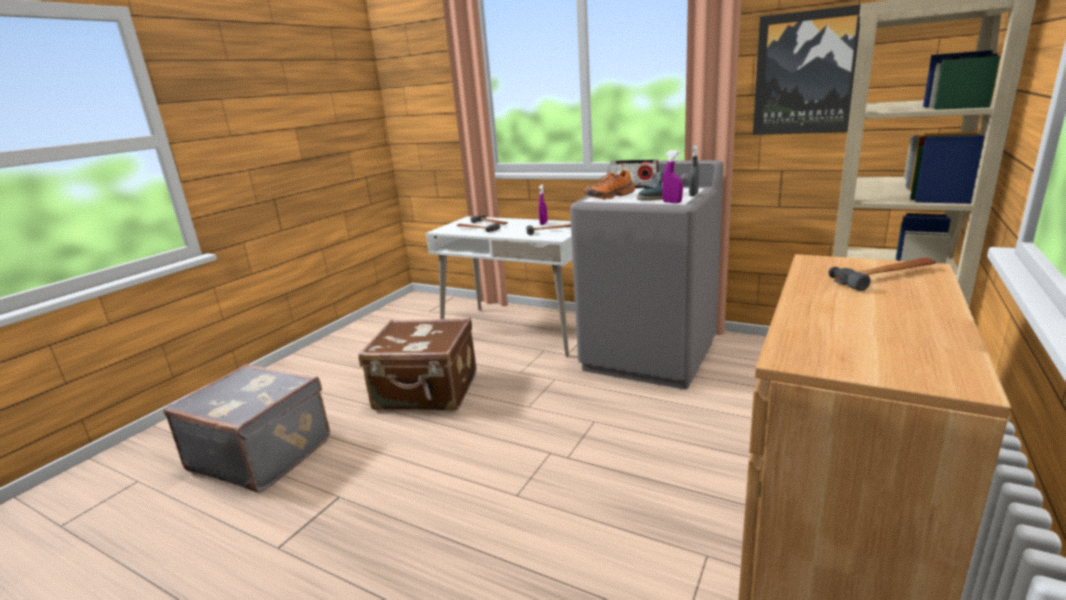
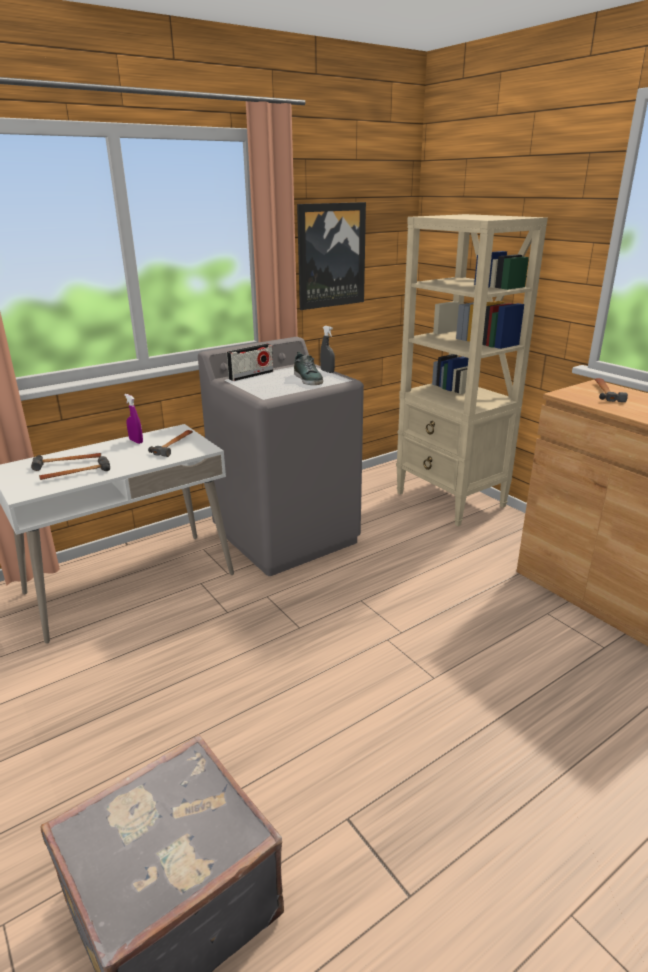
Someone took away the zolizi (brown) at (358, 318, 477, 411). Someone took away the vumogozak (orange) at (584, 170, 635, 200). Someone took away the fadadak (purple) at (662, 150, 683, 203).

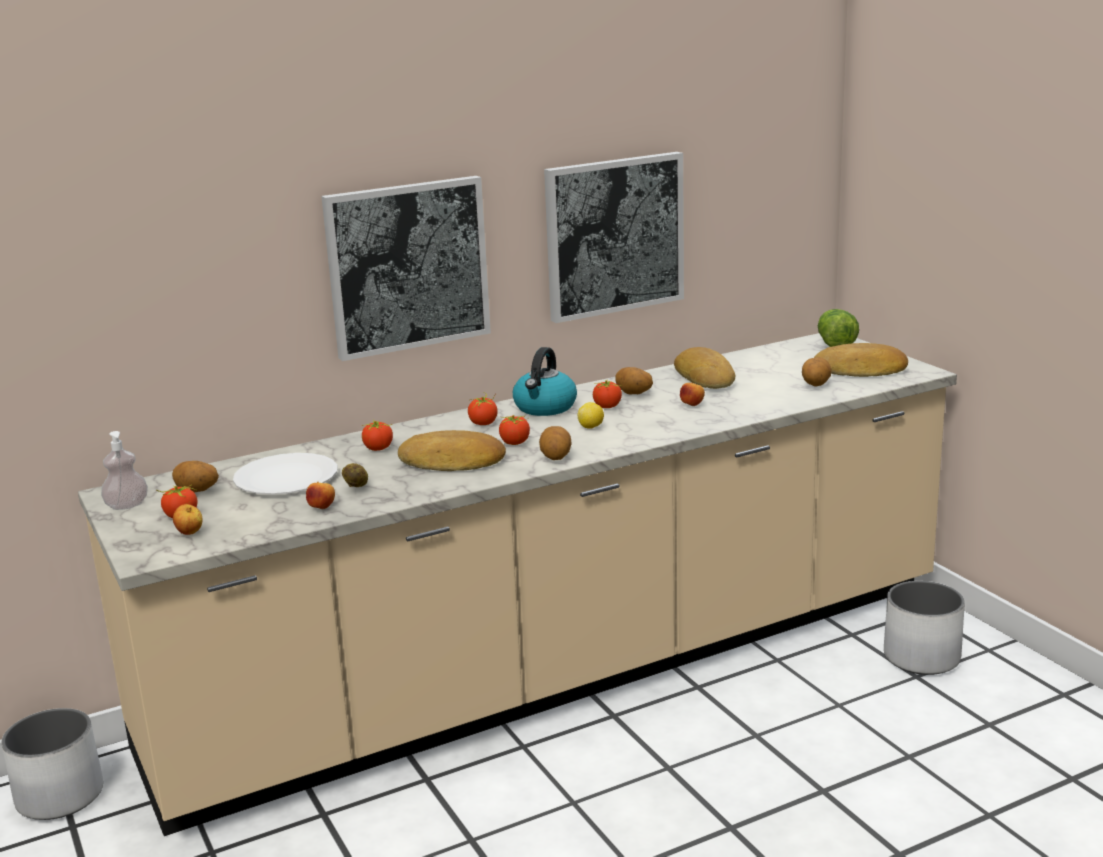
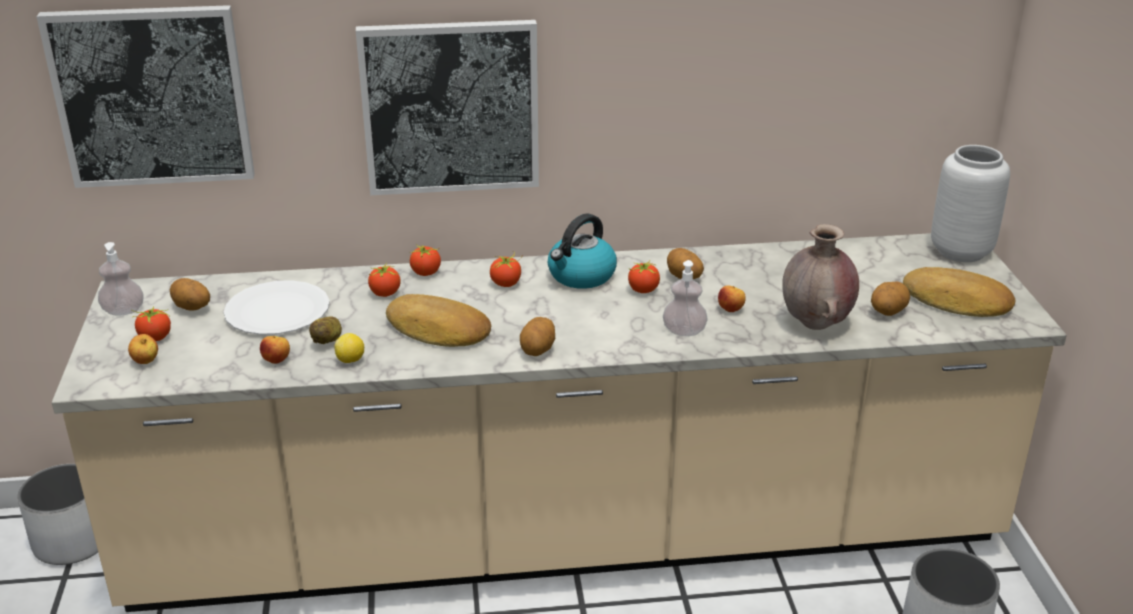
Someone took away the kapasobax at (674, 347, 735, 389). Someone put down the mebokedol at (663, 260, 708, 336). Someone put down the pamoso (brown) at (782, 224, 859, 330). Someone carried the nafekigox from (499, 415, 530, 445) to (409, 244, 441, 276). Someone carried the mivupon from (544, 152, 684, 323) to (36, 5, 255, 188). Someone carried the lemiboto from (578, 402, 604, 429) to (334, 333, 364, 363). Someone swapped the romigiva at (818, 309, 859, 347) for the pamoso (grey) at (931, 145, 1010, 262).

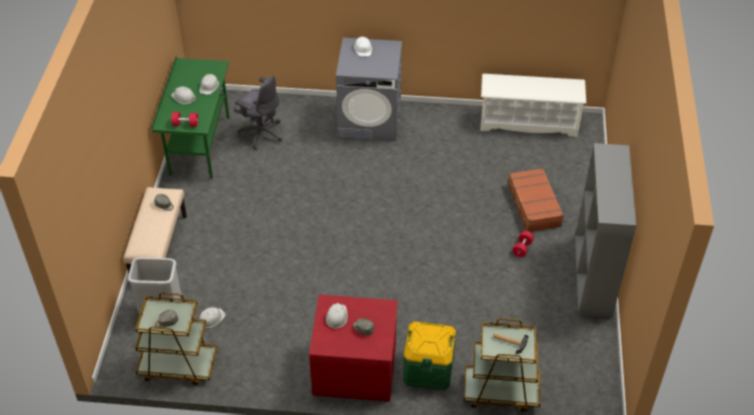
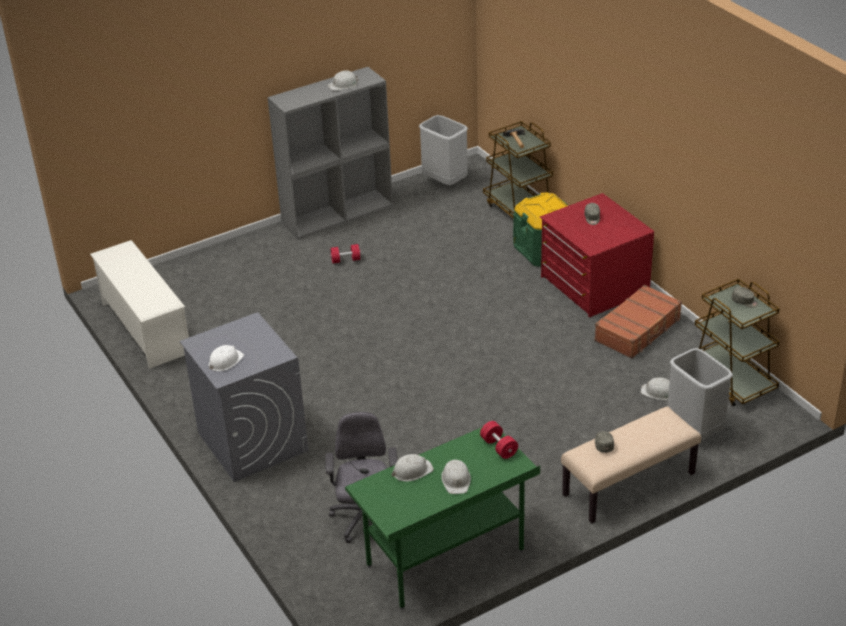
Someone put down the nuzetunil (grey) at (419, 115, 468, 185). Someone carried the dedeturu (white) from (326, 303, 348, 330) to (328, 70, 358, 91). Someone carried the zolizi (brown) from (507, 168, 564, 232) to (594, 285, 682, 359).

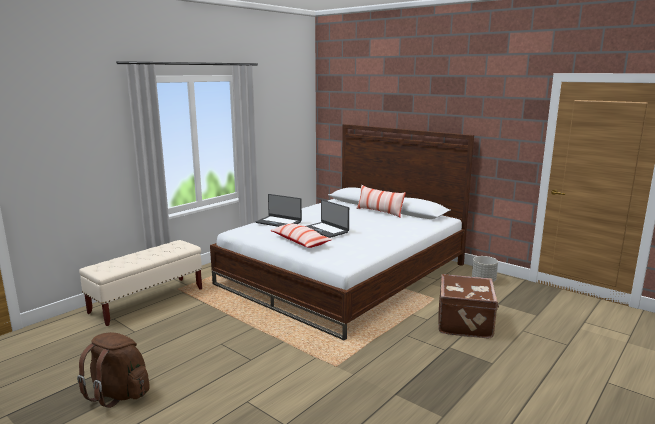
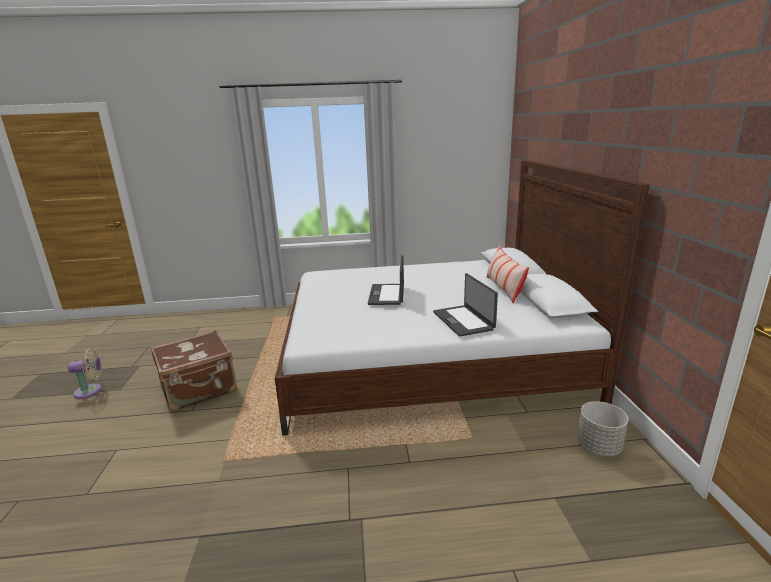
Someone took away the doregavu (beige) at (79, 240, 202, 326). Someone took away the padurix at (271, 223, 332, 248). Someone carried the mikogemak from (256, 194, 302, 227) to (433, 273, 498, 337). Someone carried the zolizi (brown) from (438, 274, 499, 339) to (151, 330, 237, 412). Someone swapped the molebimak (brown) at (77, 332, 150, 408) for the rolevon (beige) at (68, 348, 103, 399).

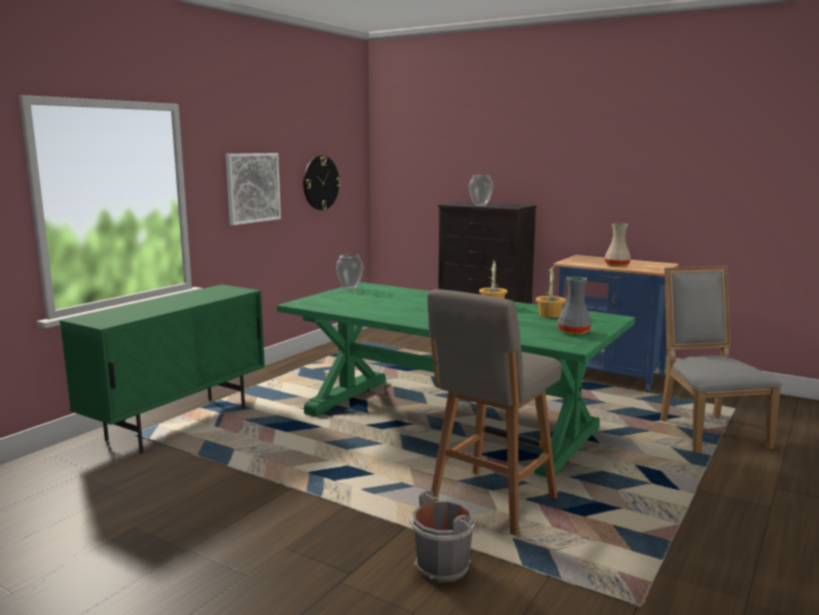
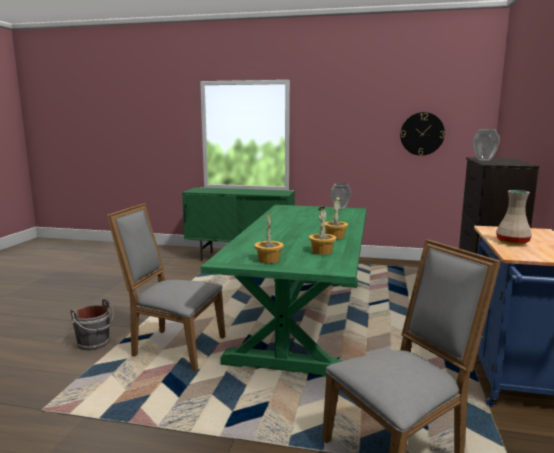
Someone took away the mivupon at (226, 153, 281, 225). Someone swapped the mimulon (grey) at (427, 289, 562, 536) for the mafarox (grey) at (107, 203, 225, 371). Someone swapped the pamoso (grey) at (557, 277, 592, 335) for the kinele at (254, 212, 284, 264).

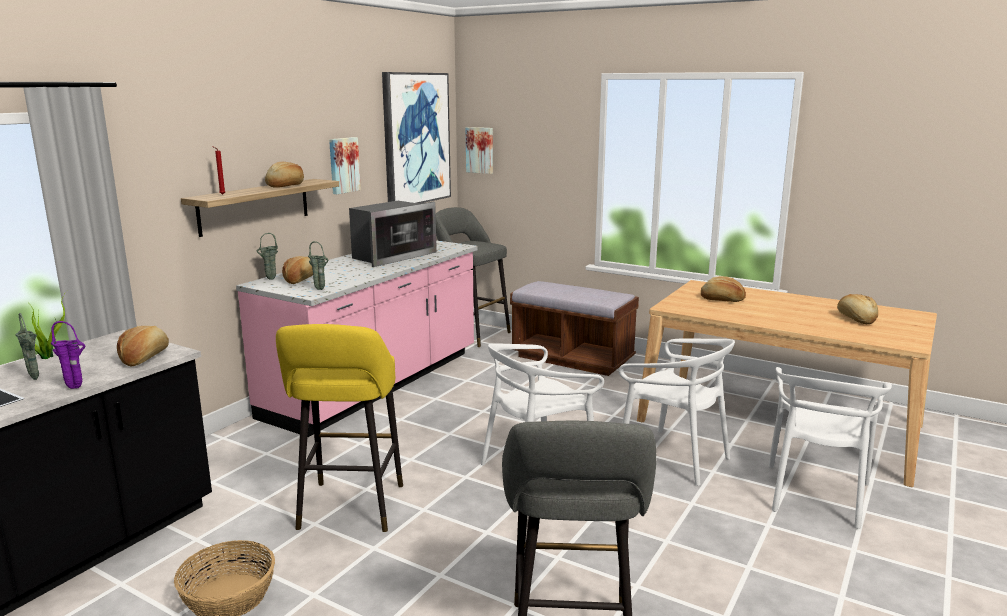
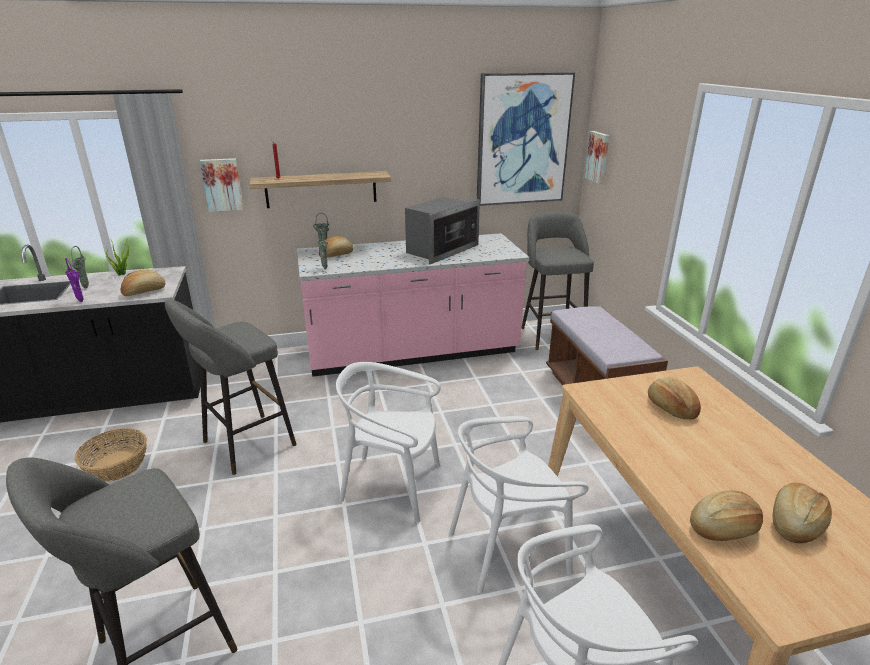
Someone carried the kapasobax from (265, 162, 304, 188) to (690, 490, 763, 541). Someone carried the mivupon from (329, 137, 361, 194) to (200, 158, 244, 212). Someone repainted the mimulon (yellow) at (276, 324, 403, 532), which became the mimulon (grey) at (165, 299, 296, 475). Someone rotated the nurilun at (349, 201, 437, 267) by 45 degrees counterclockwise. Someone rotated the mafarox (white) at (619, 339, 735, 486) by 75 degrees clockwise.

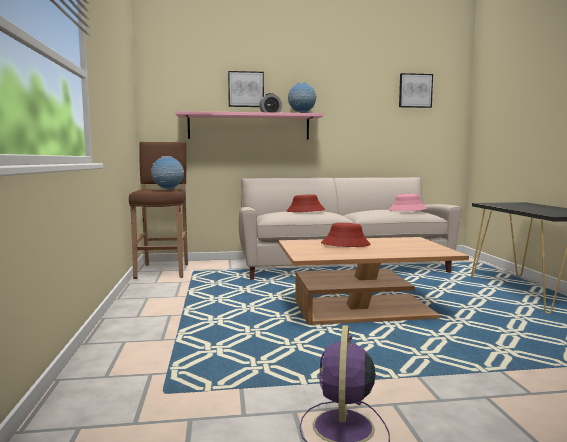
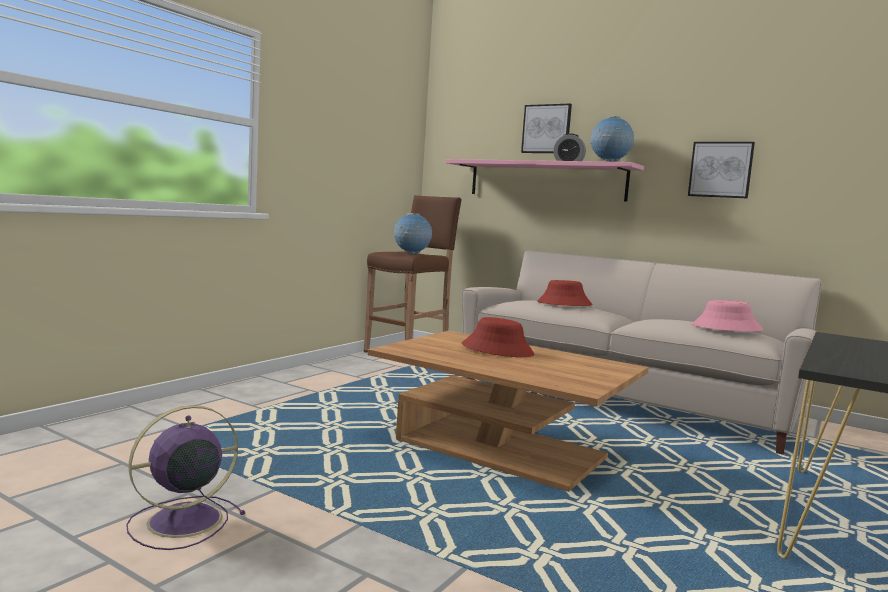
Someone carried the mivupon from (399, 73, 433, 108) to (688, 142, 755, 199).

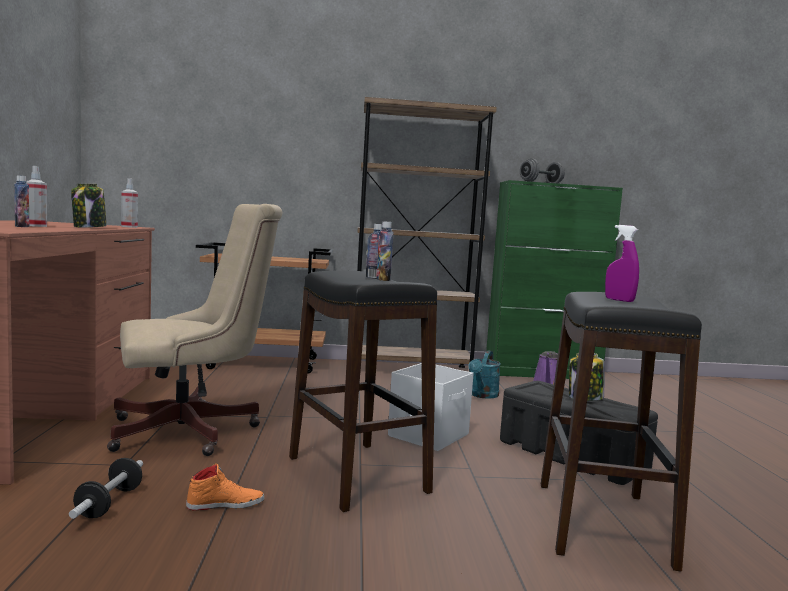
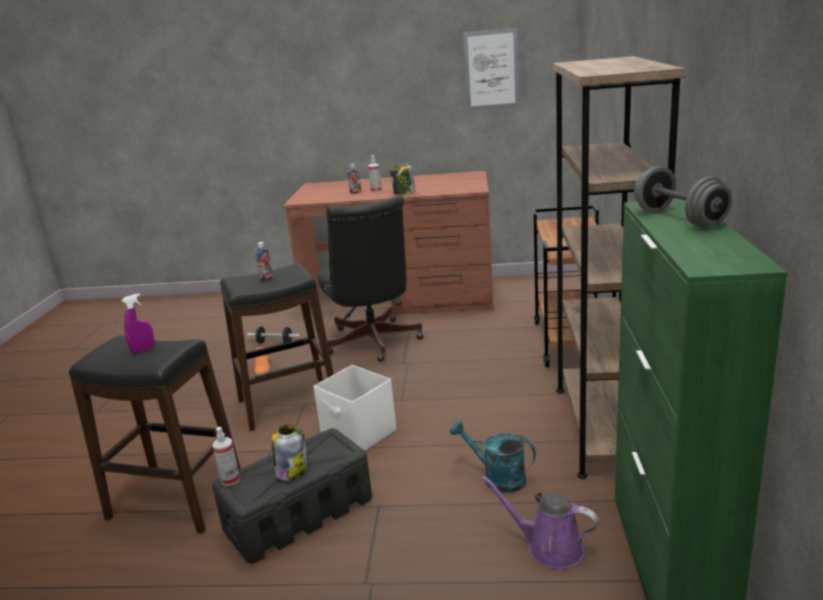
Someone took away the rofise at (376, 221, 394, 281). Someone put up the mivupon at (463, 28, 520, 111). Someone carried the fadadak from (121, 178, 138, 228) to (213, 427, 240, 486). Someone repainted the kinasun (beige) at (107, 204, 283, 456), which became the kinasun (black) at (317, 195, 424, 362).

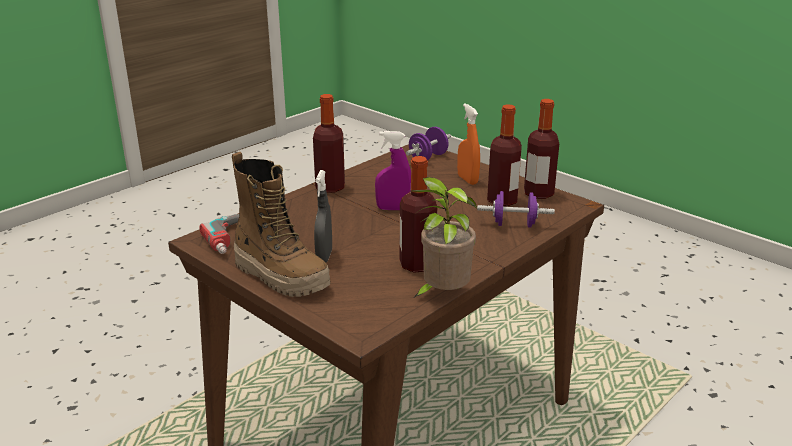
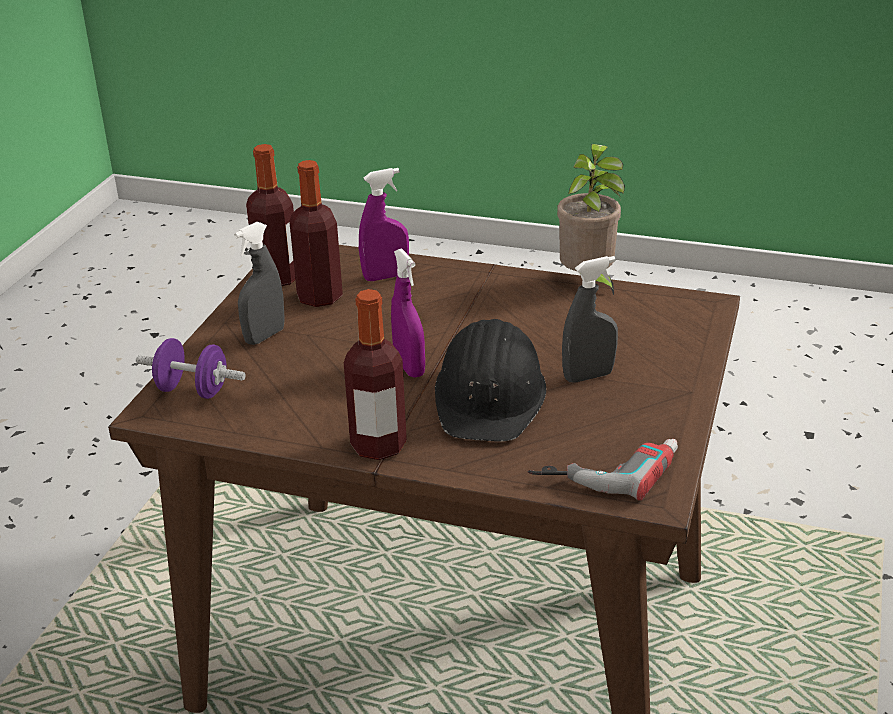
Someone took away the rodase at (232, 152, 331, 297). Someone took away the rofise at (399, 156, 438, 273). Someone put down the dedeturu (black) at (435, 319, 546, 442). Someone swapped the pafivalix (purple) at (477, 191, 555, 228) for the fadadak (purple) at (359, 168, 409, 281). Someone repainted the fadadak (orange) at (457, 104, 480, 185), which became the fadadak (grey) at (234, 222, 285, 345).

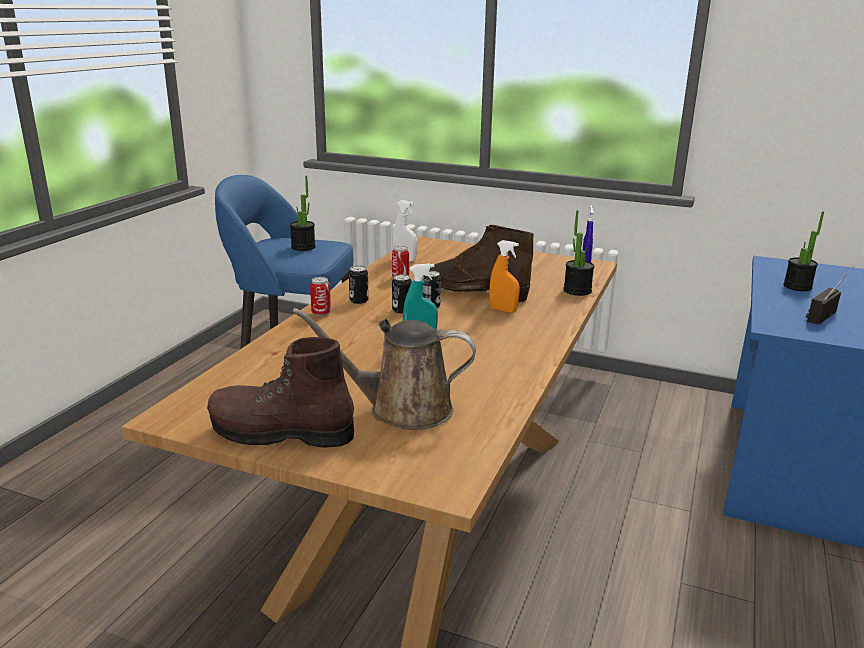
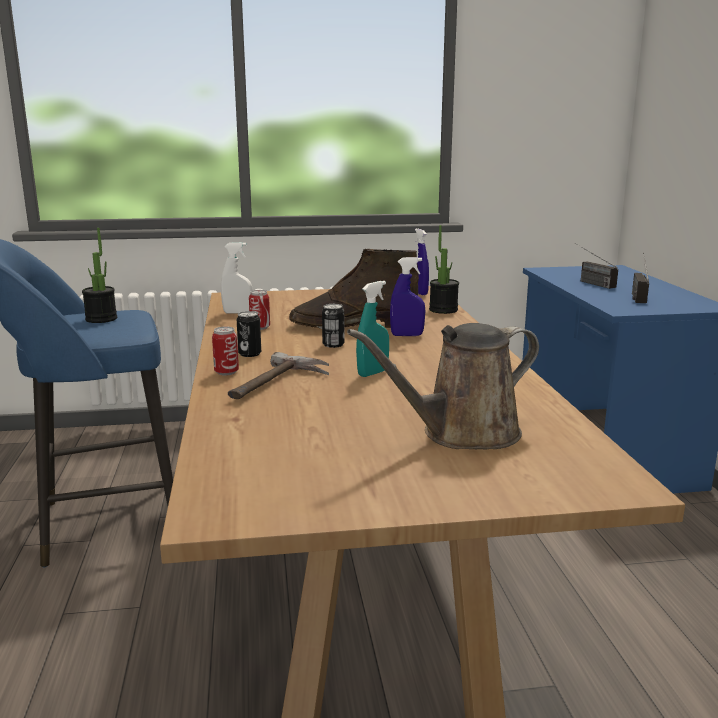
Someone took away the rodase (brown) at (207, 337, 354, 448). Someone took away the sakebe at (392, 274, 412, 314). Someone put down the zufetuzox at (228, 352, 329, 399). Someone swapped the kinele at (783, 211, 824, 291) for the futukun at (575, 243, 618, 289). Someone repainted the fadadak (orange) at (489, 240, 520, 313), which became the fadadak (blue) at (390, 257, 425, 336).

